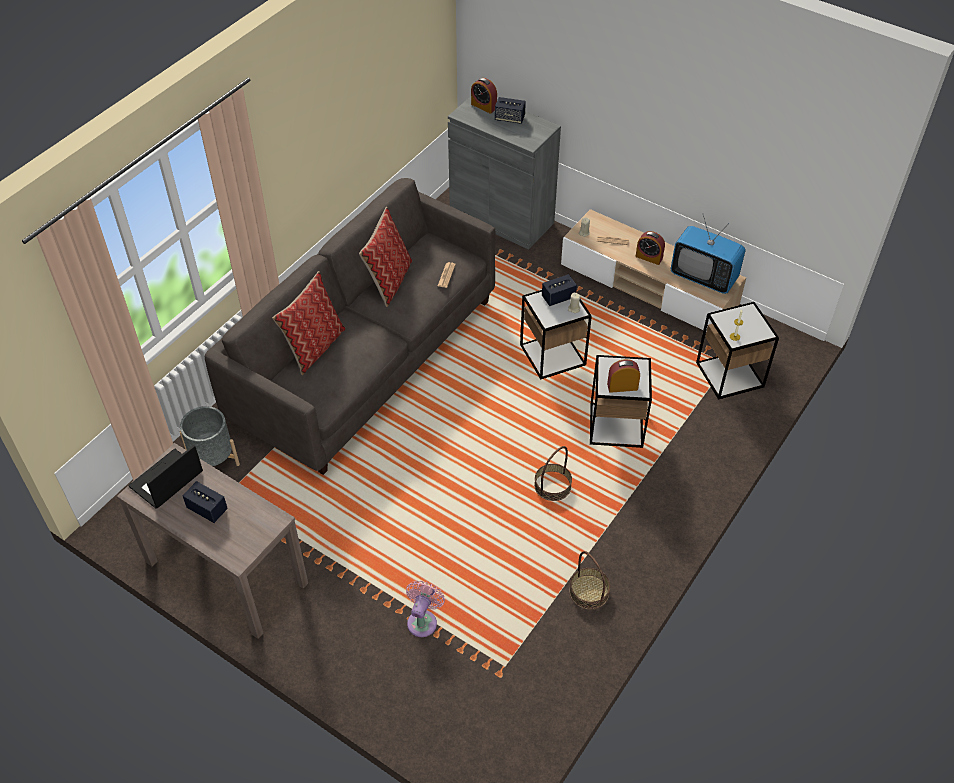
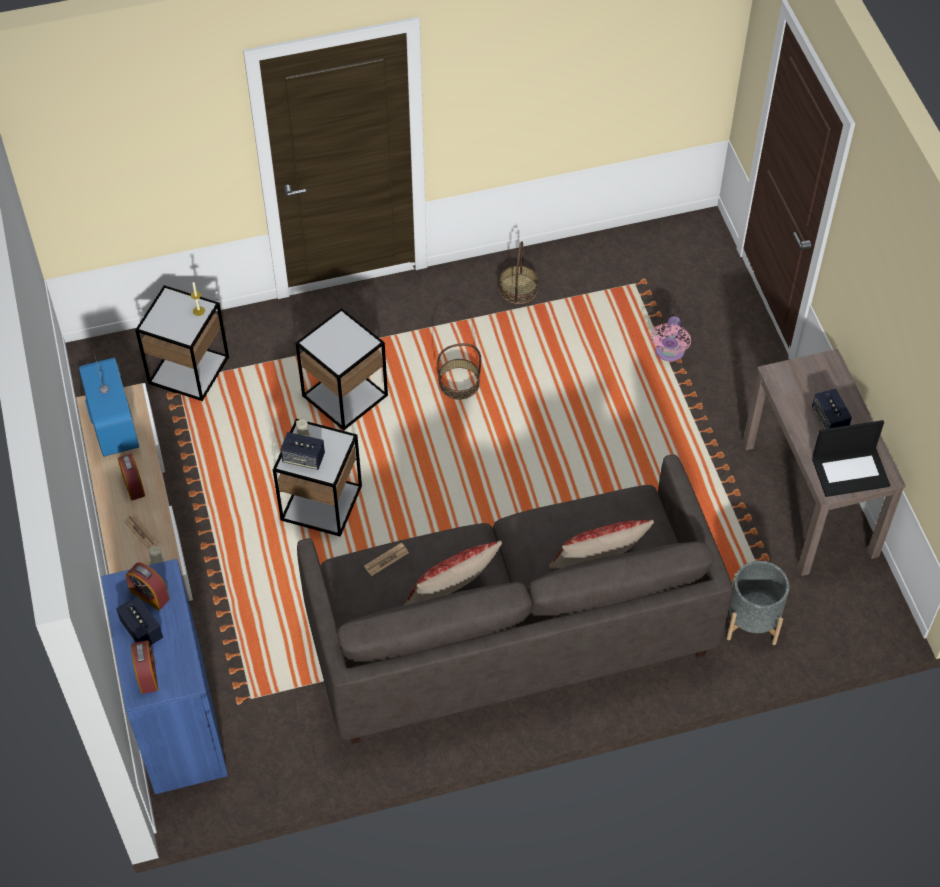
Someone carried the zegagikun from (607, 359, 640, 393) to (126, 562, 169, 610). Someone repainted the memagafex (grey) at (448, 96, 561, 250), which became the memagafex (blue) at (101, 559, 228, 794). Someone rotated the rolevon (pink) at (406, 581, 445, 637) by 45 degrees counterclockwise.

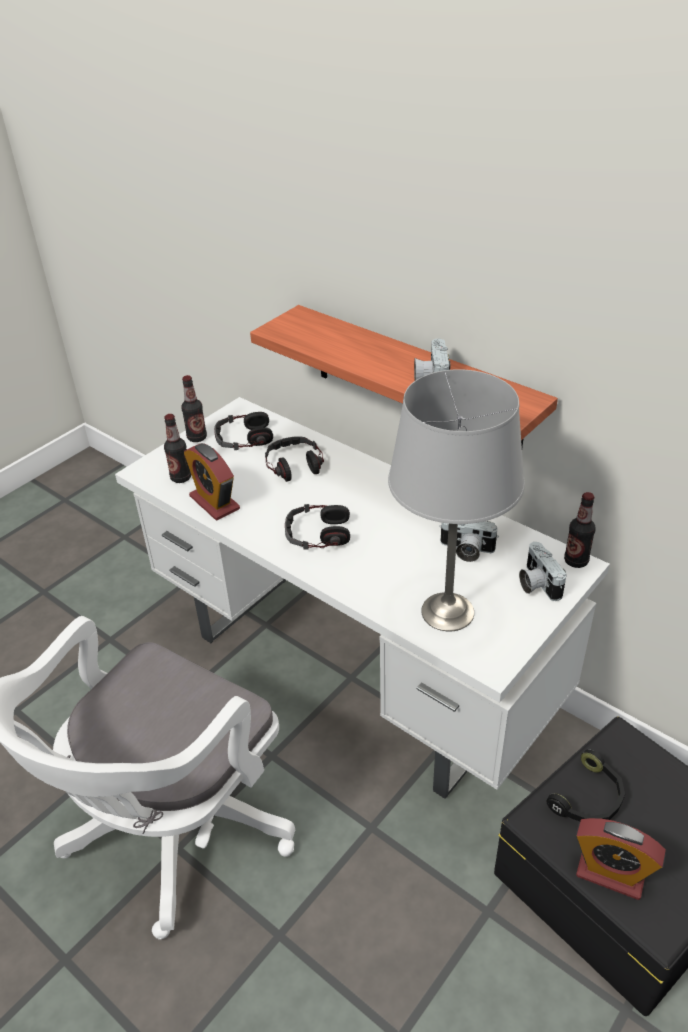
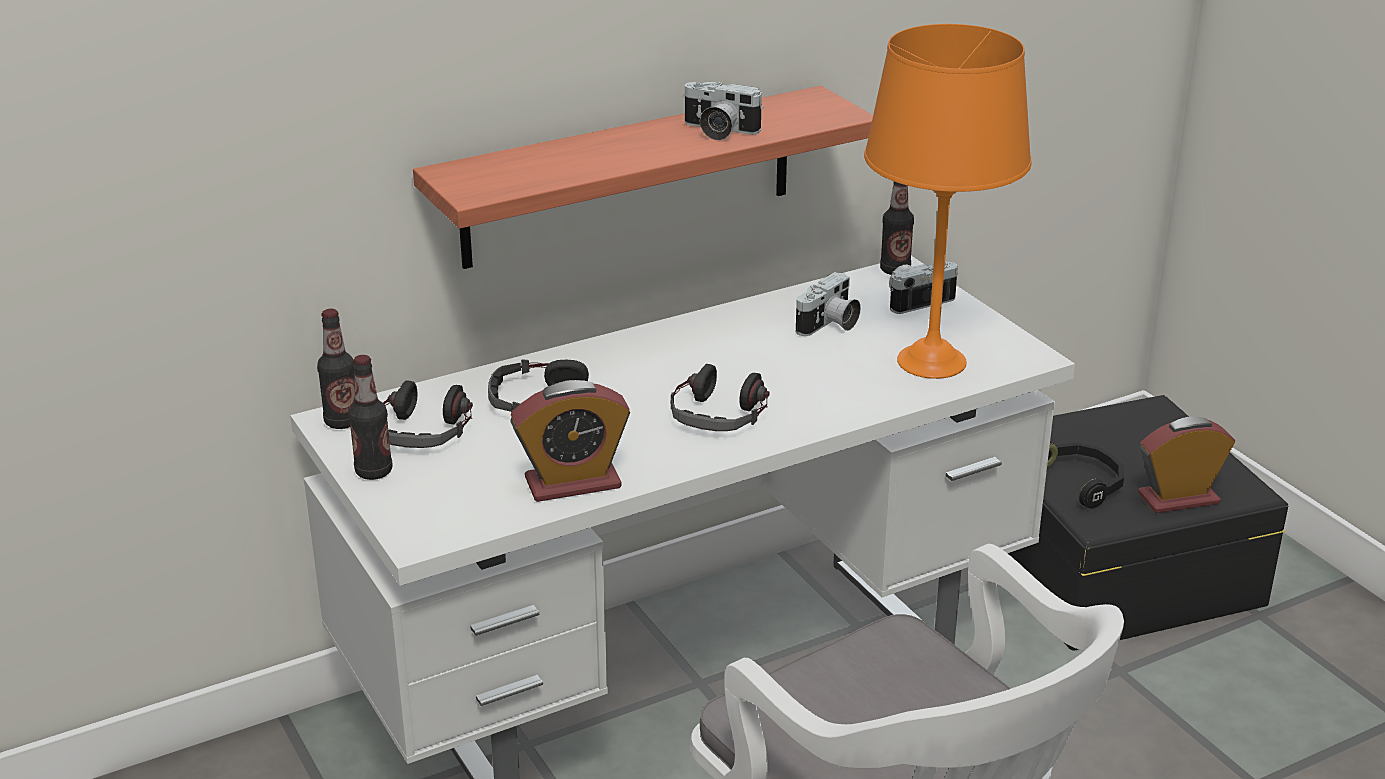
Someone carried the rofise from (164, 414, 191, 483) to (317, 309, 355, 429). Someone repainted the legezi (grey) at (388, 369, 525, 632), which became the legezi (orange) at (864, 24, 1032, 379). Someone rotated the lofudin at (519, 542, 567, 601) by 150 degrees clockwise. Someone rotated the zegagikun at (576, 818, 666, 900) by 150 degrees counterclockwise.

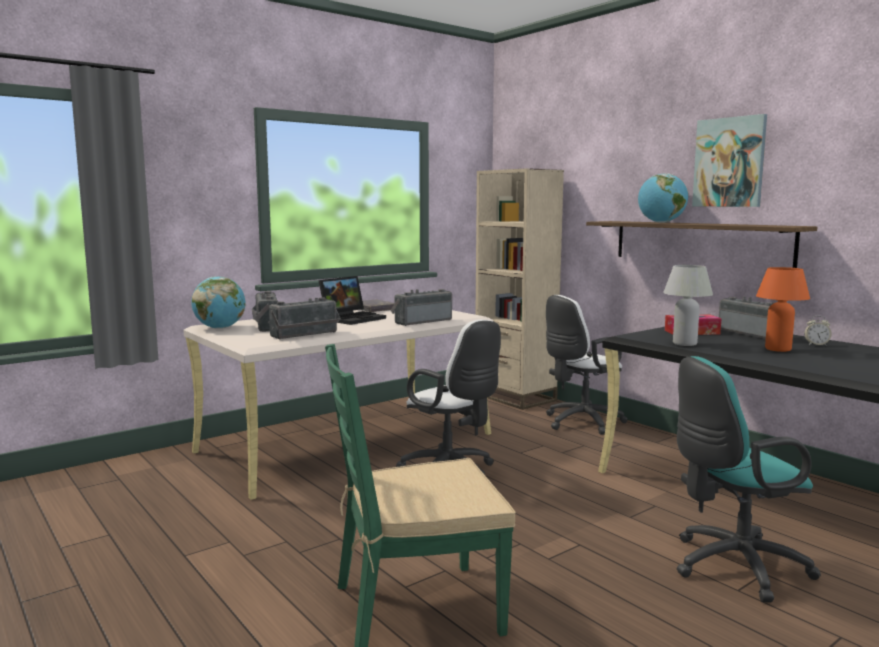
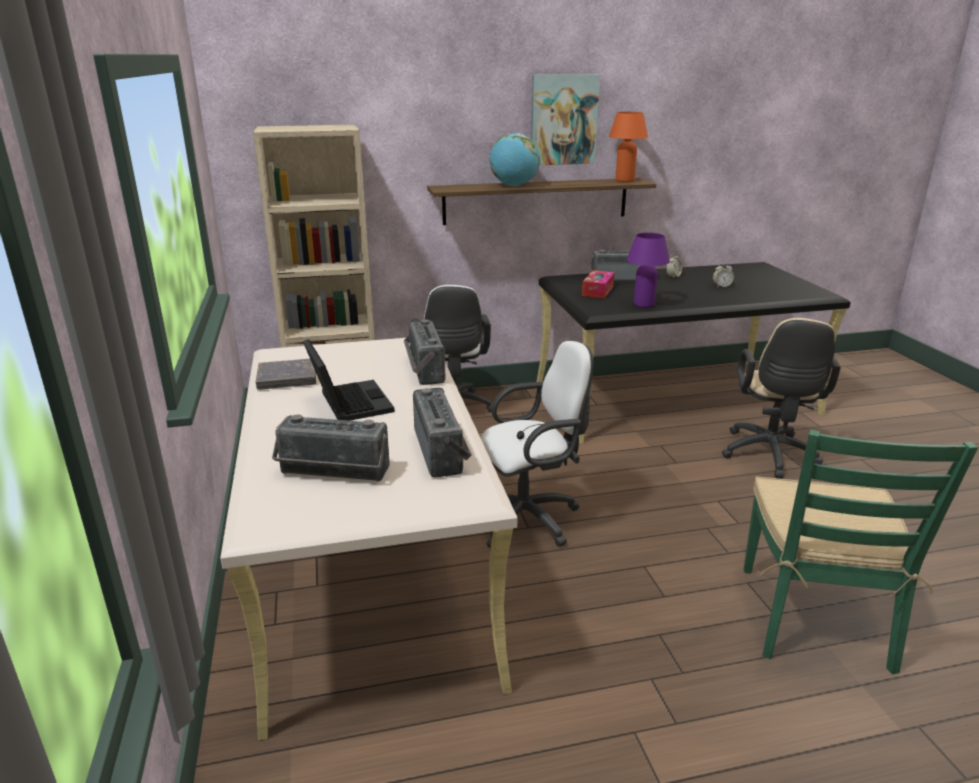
Someone took away the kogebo at (191, 277, 246, 329). Someone put down the zegagikun at (713, 262, 734, 288). Someone carried the legezi (orange) from (756, 267, 810, 352) to (609, 112, 648, 182). Someone repainted the legezi (white) at (663, 265, 713, 346), which became the legezi (purple) at (627, 233, 670, 308). Someone repainted the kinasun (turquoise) at (677, 356, 821, 603), which became the kinasun (beige) at (722, 318, 841, 479).

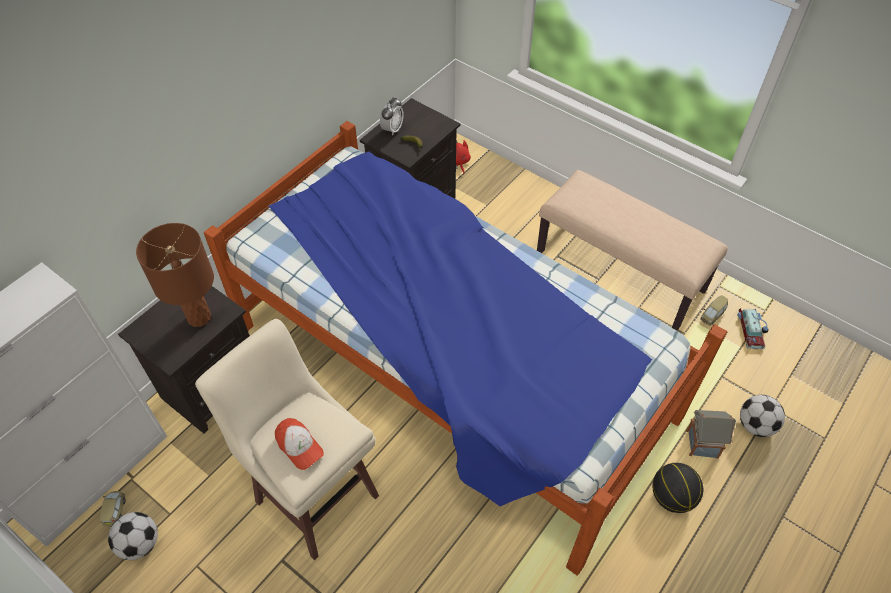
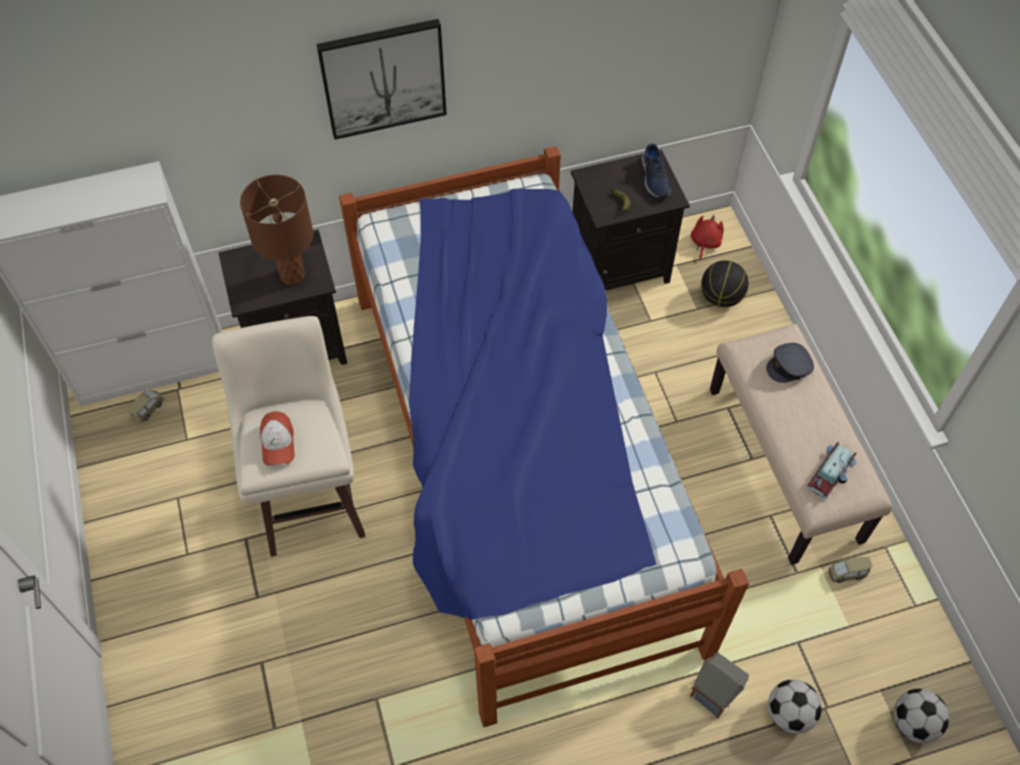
Someone took away the zegagikun at (380, 98, 404, 136). Someone put up the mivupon at (316, 19, 447, 140). Someone put down the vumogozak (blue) at (642, 144, 670, 198). Someone put down the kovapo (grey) at (766, 343, 814, 383). Someone carried the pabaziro from (108, 512, 158, 560) to (893, 689, 949, 743). Someone carried the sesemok from (652, 463, 703, 513) to (701, 261, 749, 307). Someone carried the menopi from (737, 308, 769, 349) to (806, 442, 857, 499).

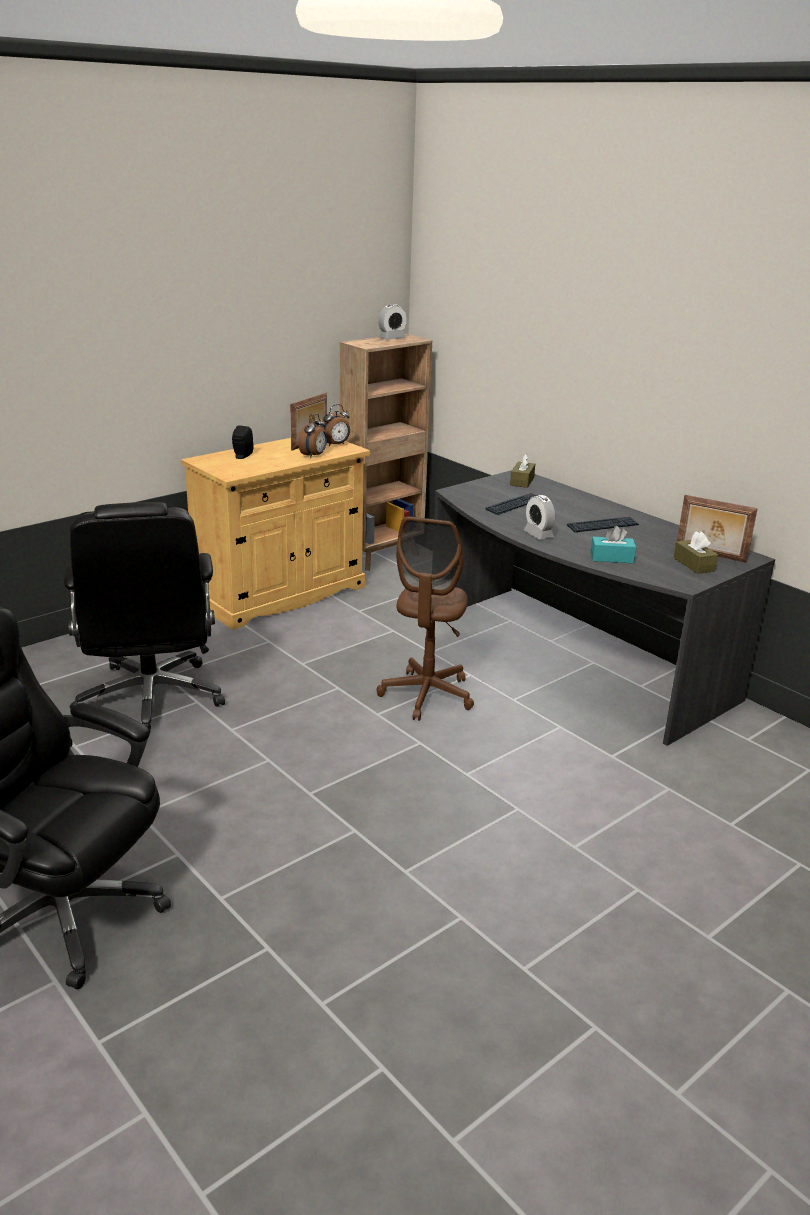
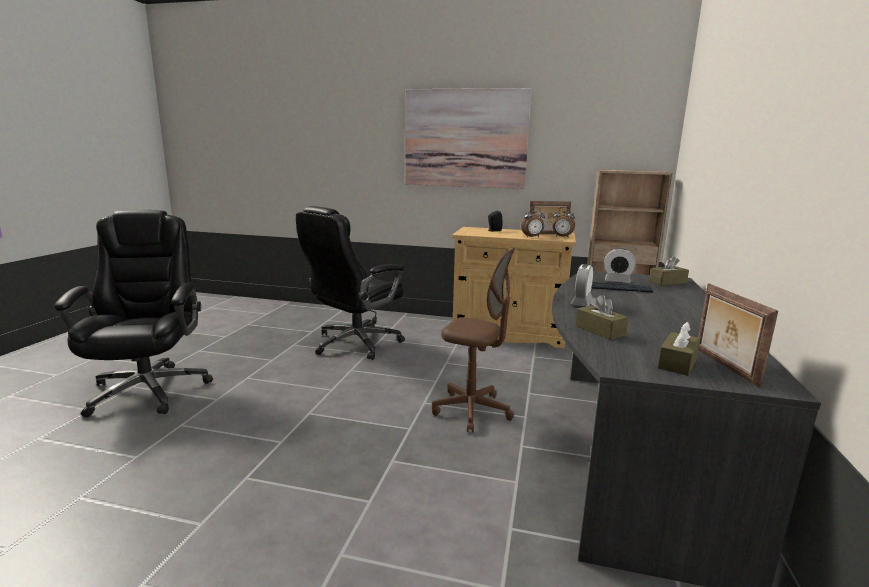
Someone took away the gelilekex at (567, 516, 639, 532). Someone put up the mivupon at (405, 88, 532, 189). Someone carried the zegagikun from (378, 304, 407, 340) to (604, 248, 636, 283). Someone repainted the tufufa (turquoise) at (590, 526, 636, 563), which became the tufufa (brown) at (576, 295, 629, 340). Someone rotated the kinasun (brown) at (377, 516, 474, 721) by 135 degrees counterclockwise.

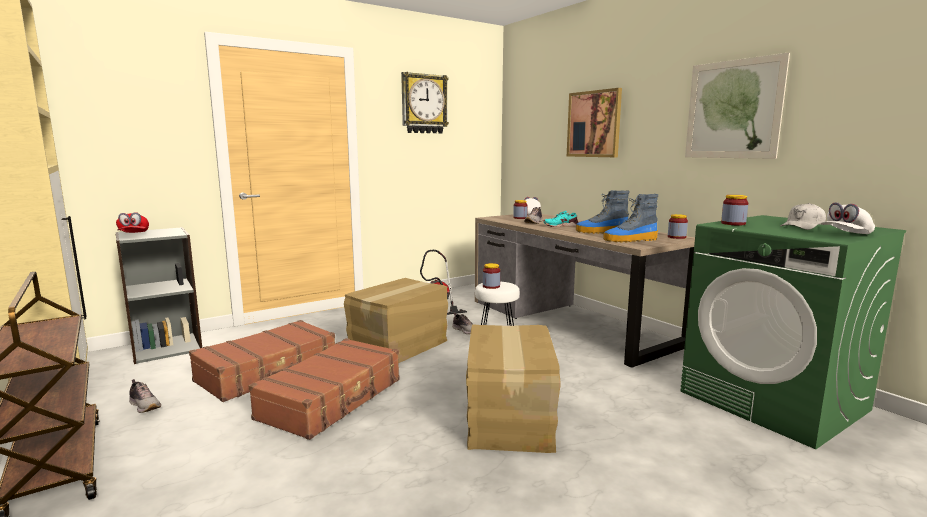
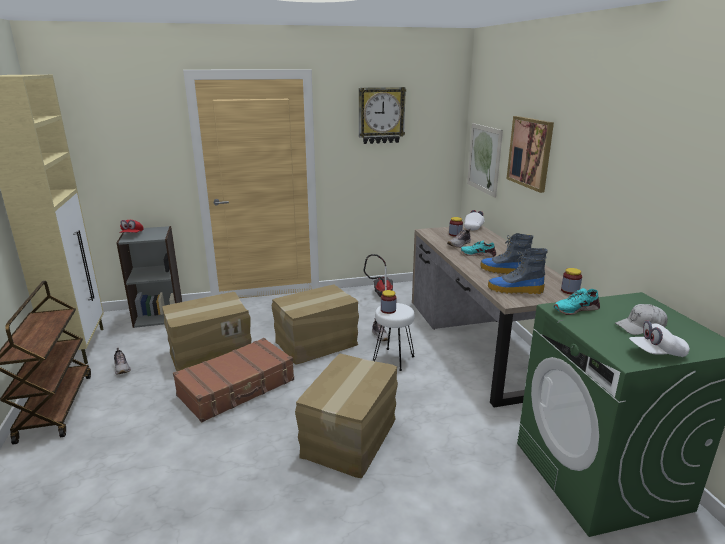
Someone carried the mivupon from (685, 52, 790, 159) to (467, 123, 503, 198). Someone swapped the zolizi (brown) at (189, 320, 335, 402) for the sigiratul at (162, 292, 251, 371). Someone swapped the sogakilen at (721, 195, 748, 225) for the vumogozak (turquoise) at (553, 288, 600, 315).

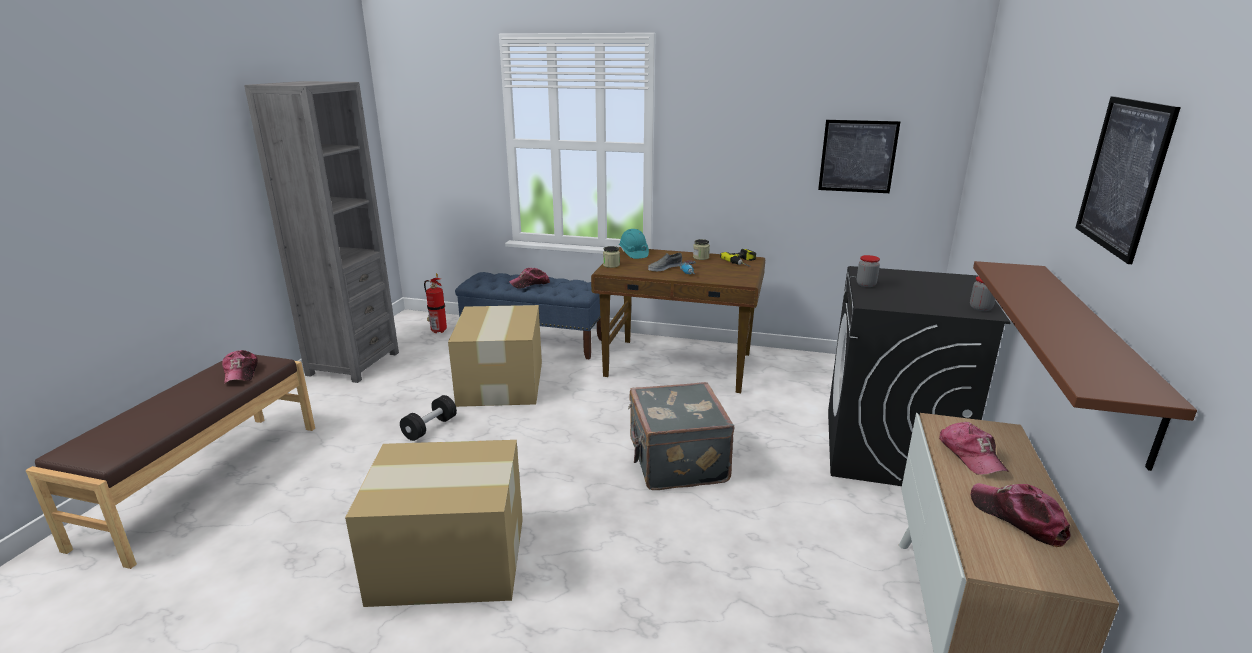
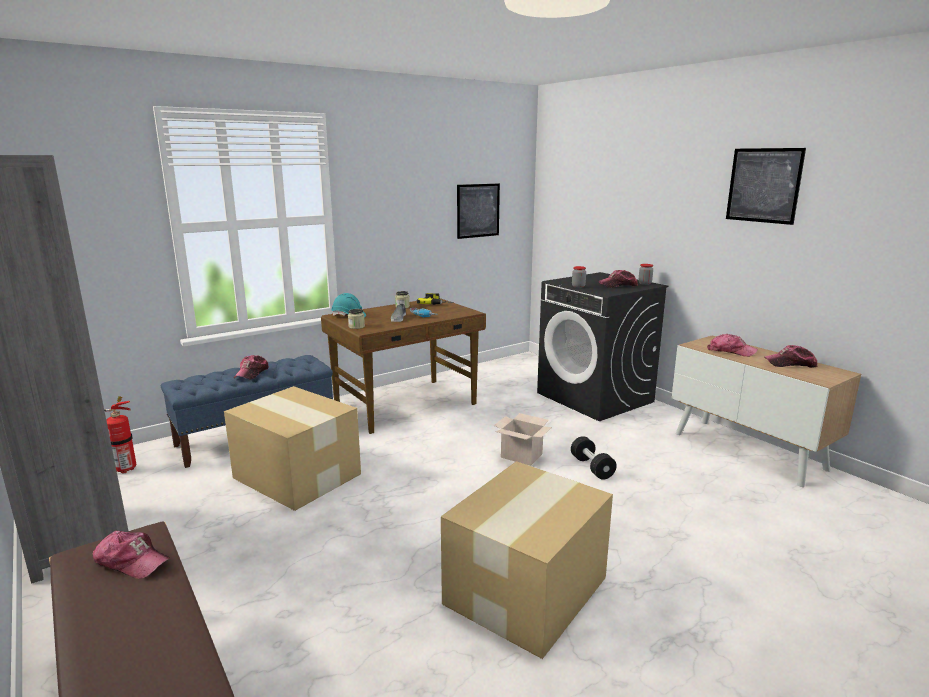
Someone took away the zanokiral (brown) at (973, 261, 1197, 471). Someone put down the kovapo at (598, 270, 638, 288). Someone carried the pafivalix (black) from (400, 395, 457, 441) to (571, 436, 617, 480). Someone swapped the zolizi (grey) at (628, 382, 735, 490) for the sigiratul at (494, 413, 552, 466).

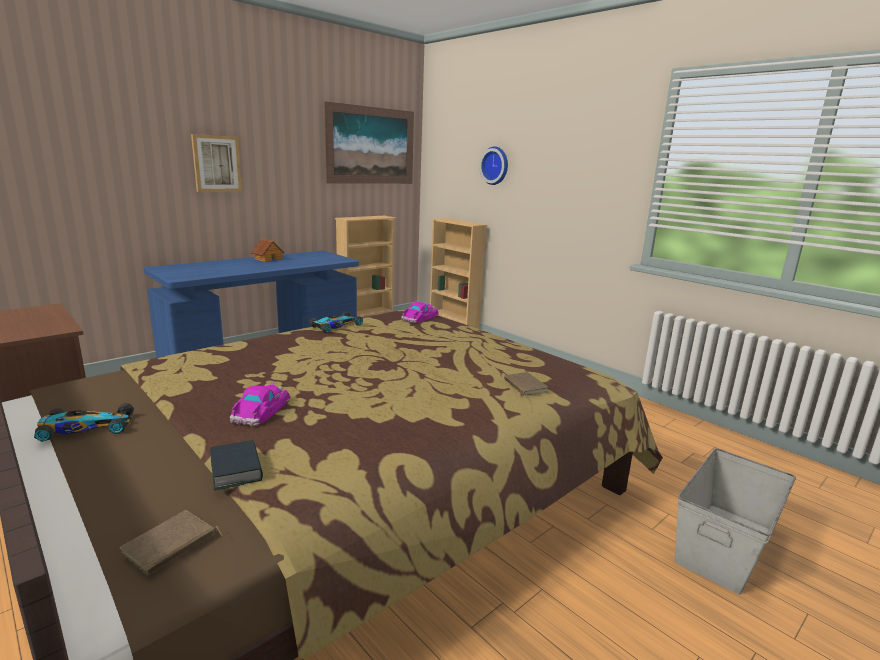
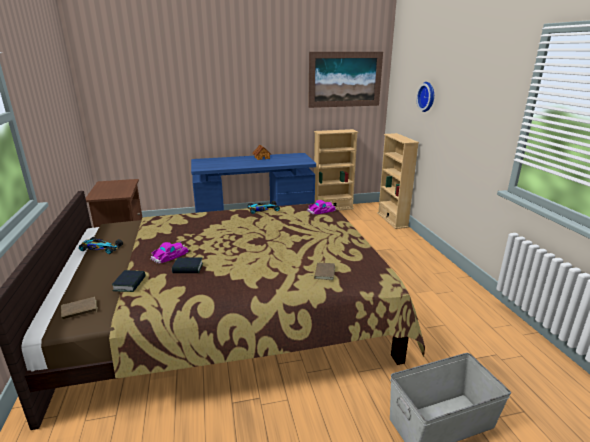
Someone took away the mivupon at (191, 134, 242, 192). Someone put down the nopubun at (172, 258, 203, 273).

